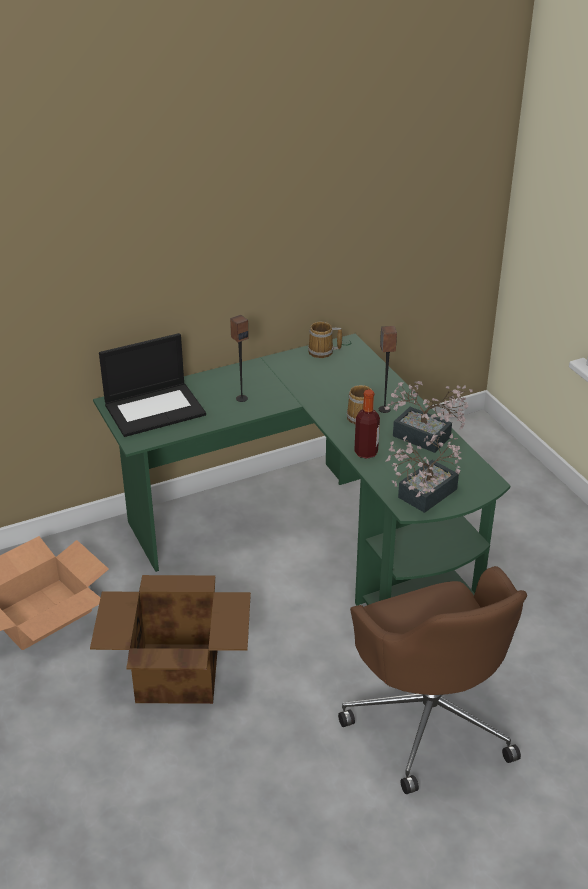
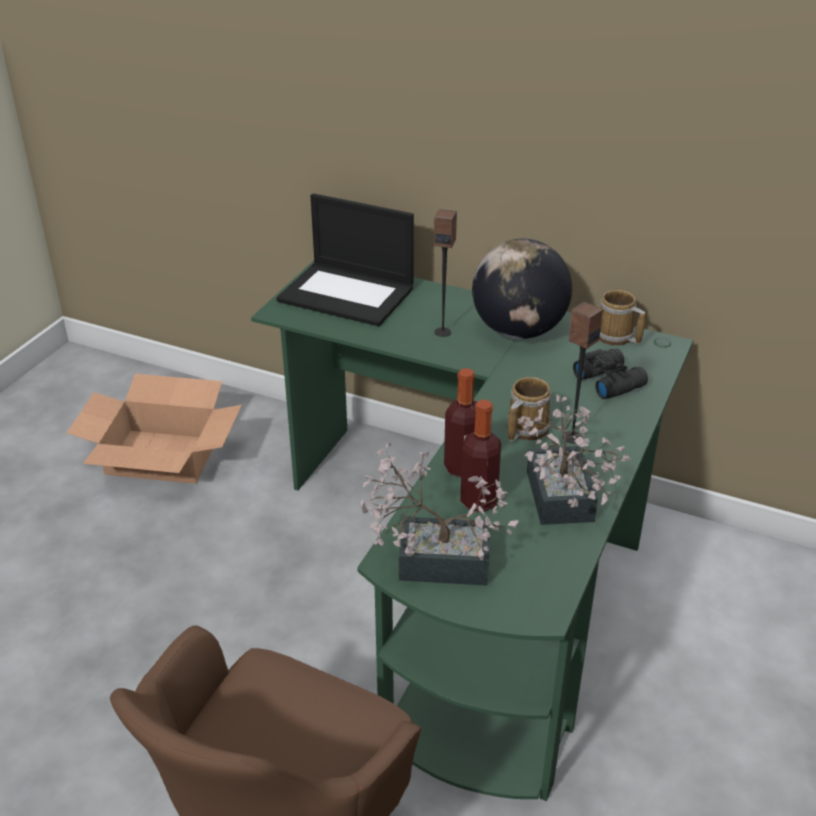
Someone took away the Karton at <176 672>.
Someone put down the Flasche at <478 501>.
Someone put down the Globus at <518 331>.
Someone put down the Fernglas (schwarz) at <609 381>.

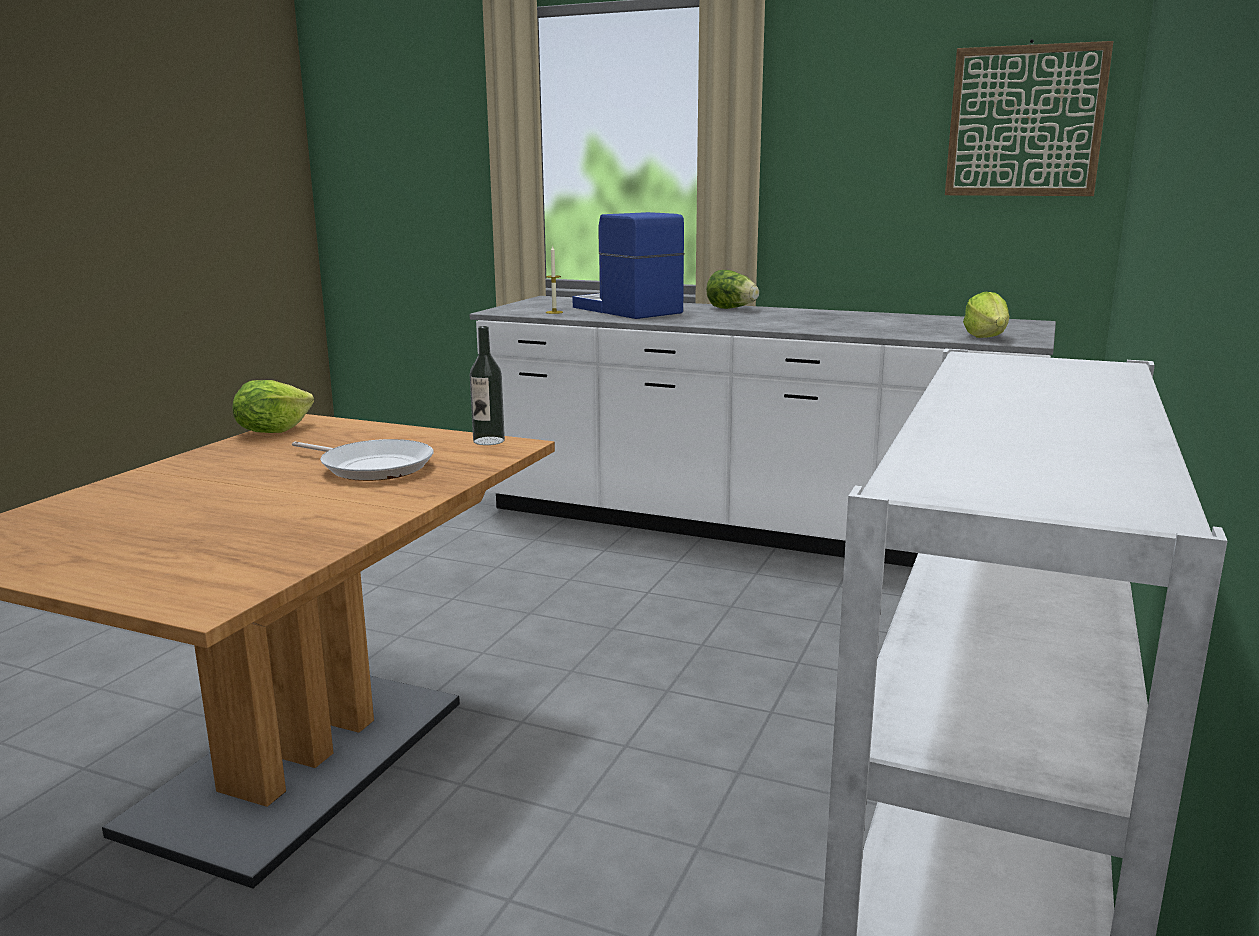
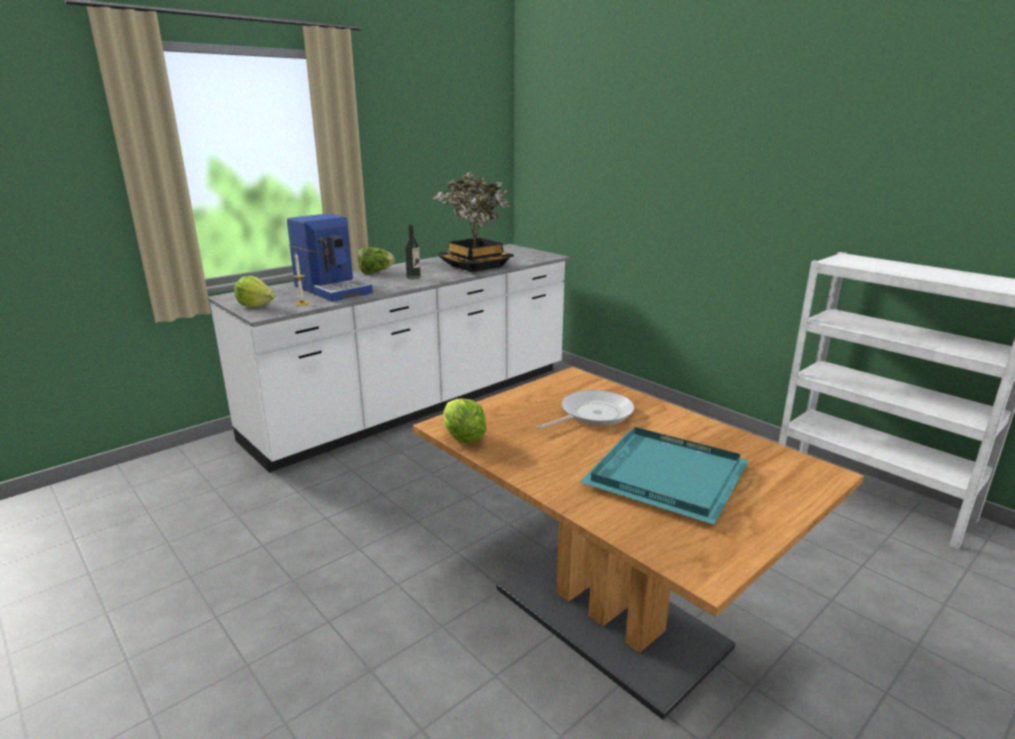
Someone carried the Flasche from <488 441> to <413 277>.
Someone rotated the Kaffeemaschine at <626 310> by 120 degrees counterclockwise.
Someone took away the Bild at <1025 119>.
Someone carried the Salatkopf from <986 337> to <255 305>.
Someone put down the Topfpflanze at <475 266>.
Someone put down the Tablett (türkis) at <669 476>.

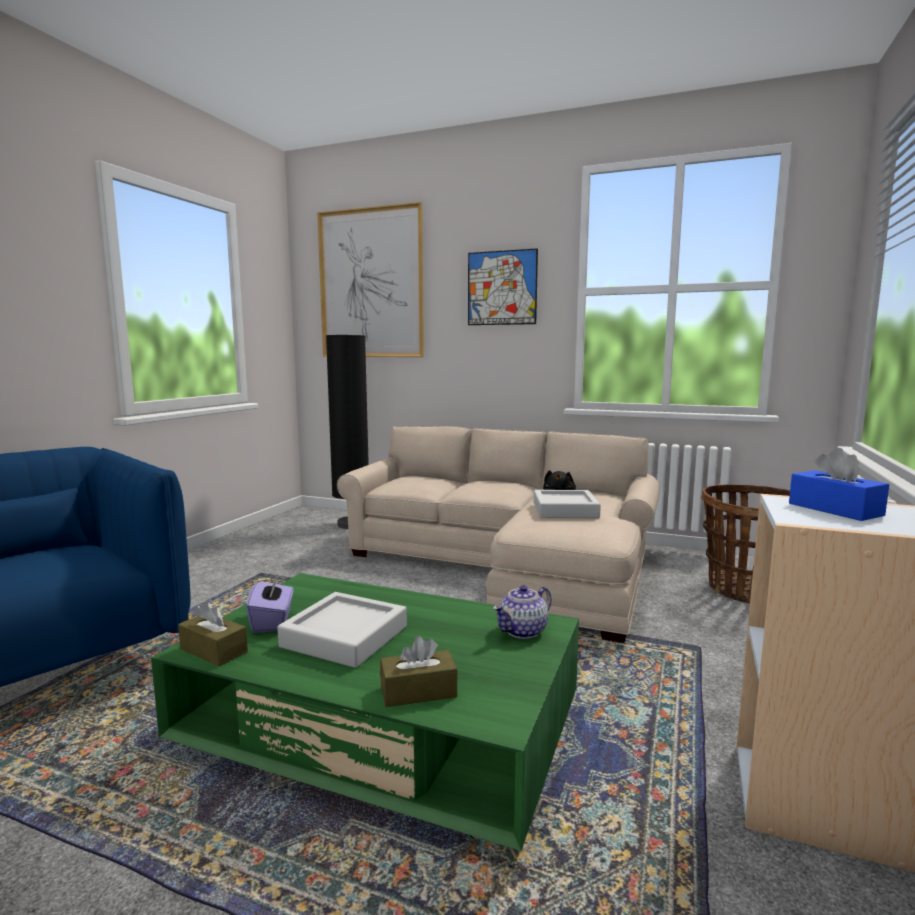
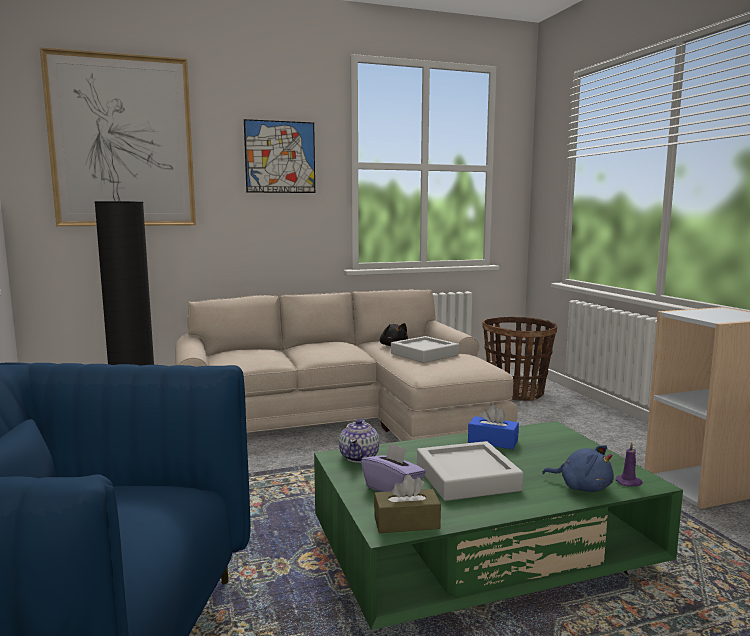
Someone swapped the Taschentuchbox (braun) at <418 691> for the Plüschtier (blau) at <582 487>.
Someone carried the Teekanne from <523 631> to <359 457>.
Someone carried the Taschentuchbox (blau) from <835 509> to <492 441>.
Someone put down the Kerze (lila) at <629 482>.

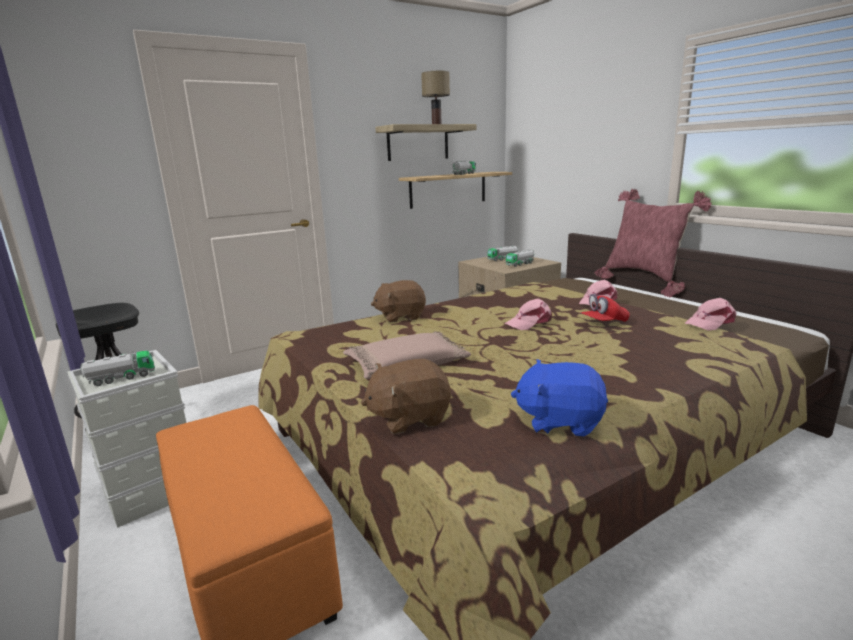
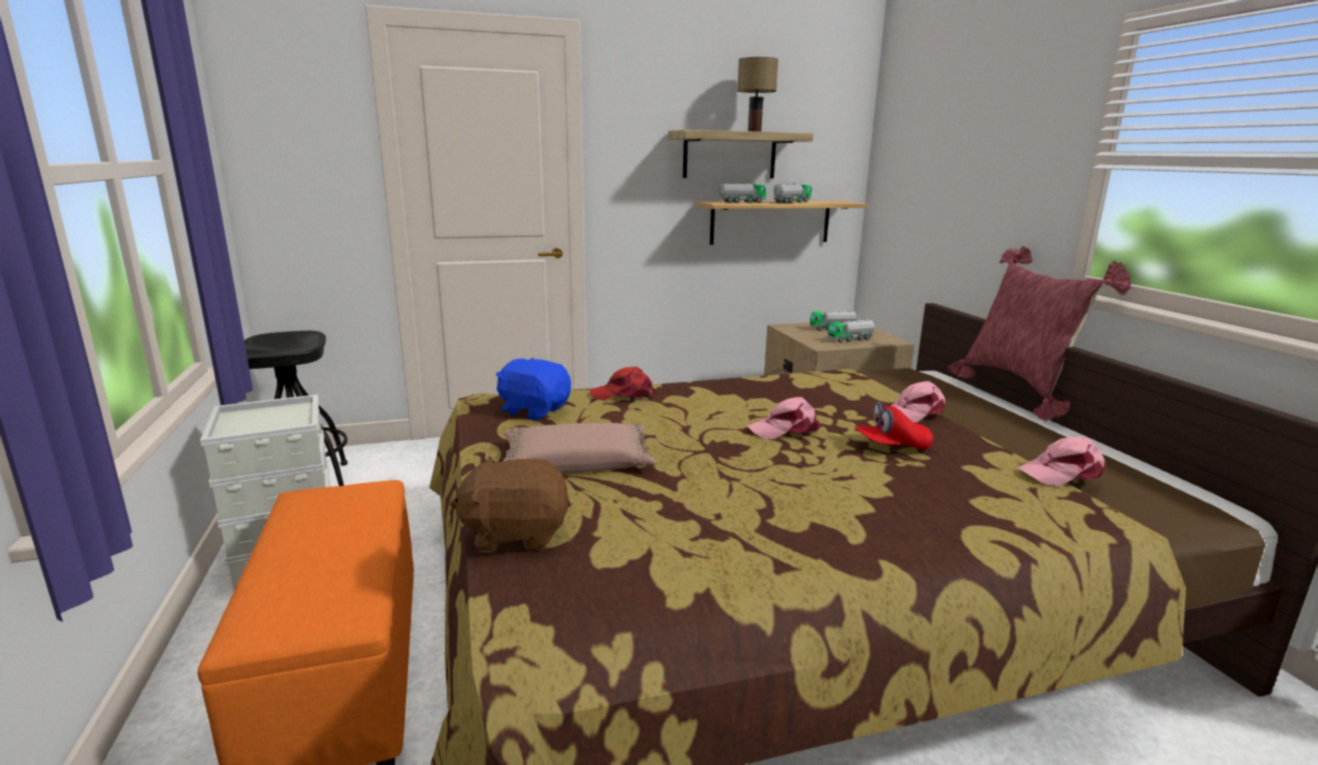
Someone carried the Spielzeuglaster from <121 378> to <742 202>.
Someone swapped the Plüschtier (braun) at <400 316> for the Kappe (rot) at <623 394>.
Someone carried the Plüschtier (blau) from <559 421> to <534 410>.

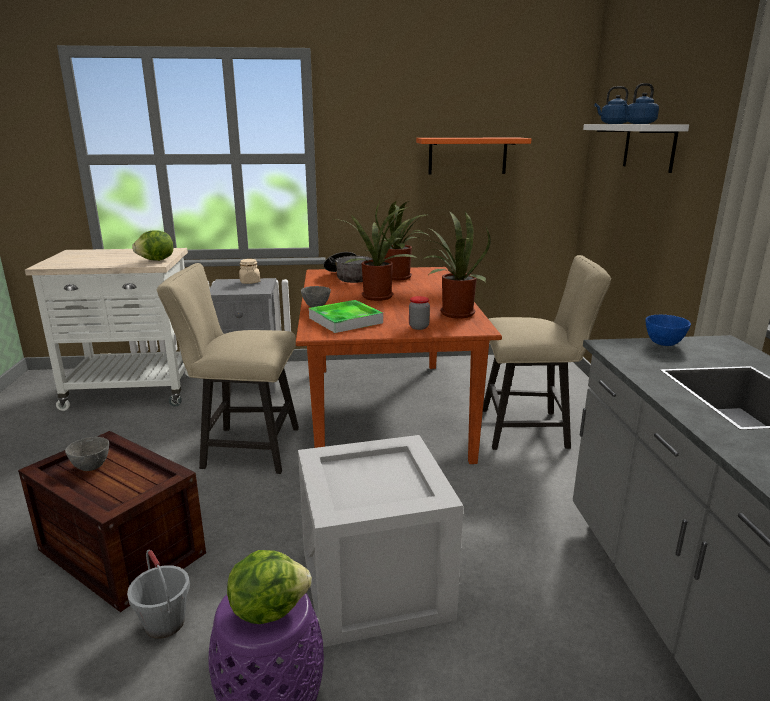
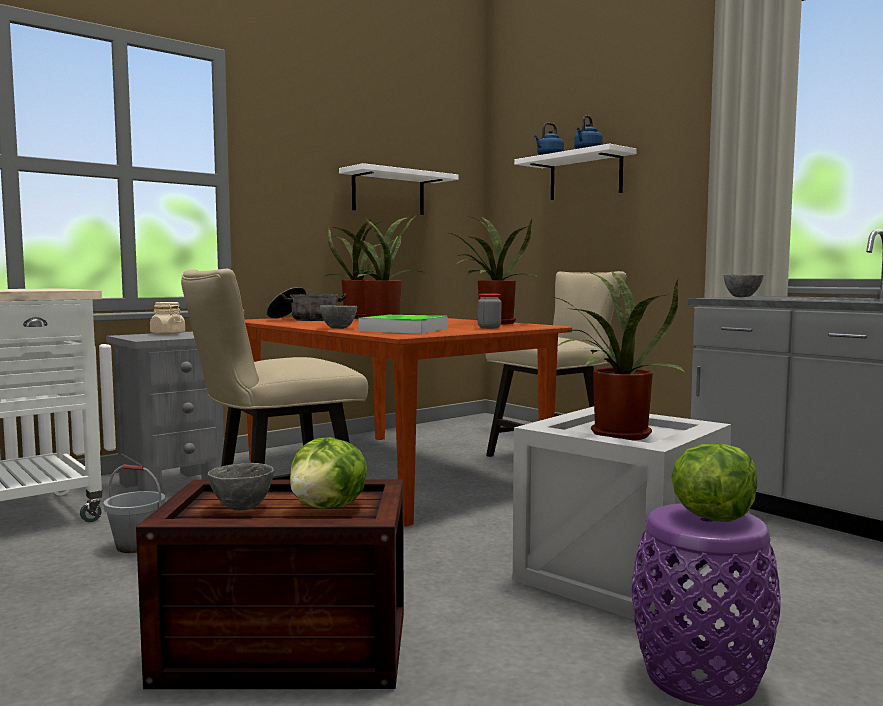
Someone carried the Eimer (grau) from <164 623> to <136 546>.
Someone carried the Salatkopf from <156 260> to <329 508>.
Someone repainted the Wandregal (orange) at <467 156>, which became the Wandregal (weiß) at <388 193>.
Someone repainted the Schüssel (blau) at <664 344>, which became the Schüssel (grau) at <742 297>.
Someone put down the Topfpflanze at <614 435>.

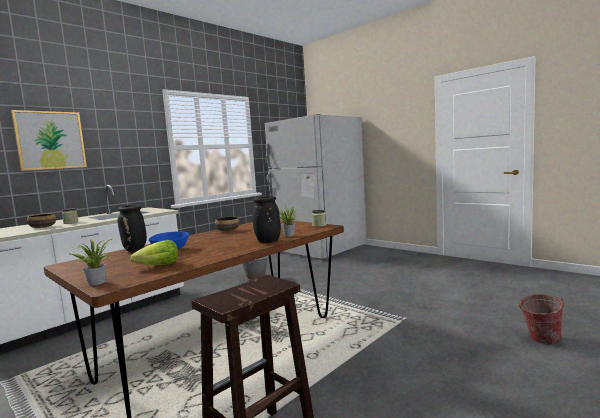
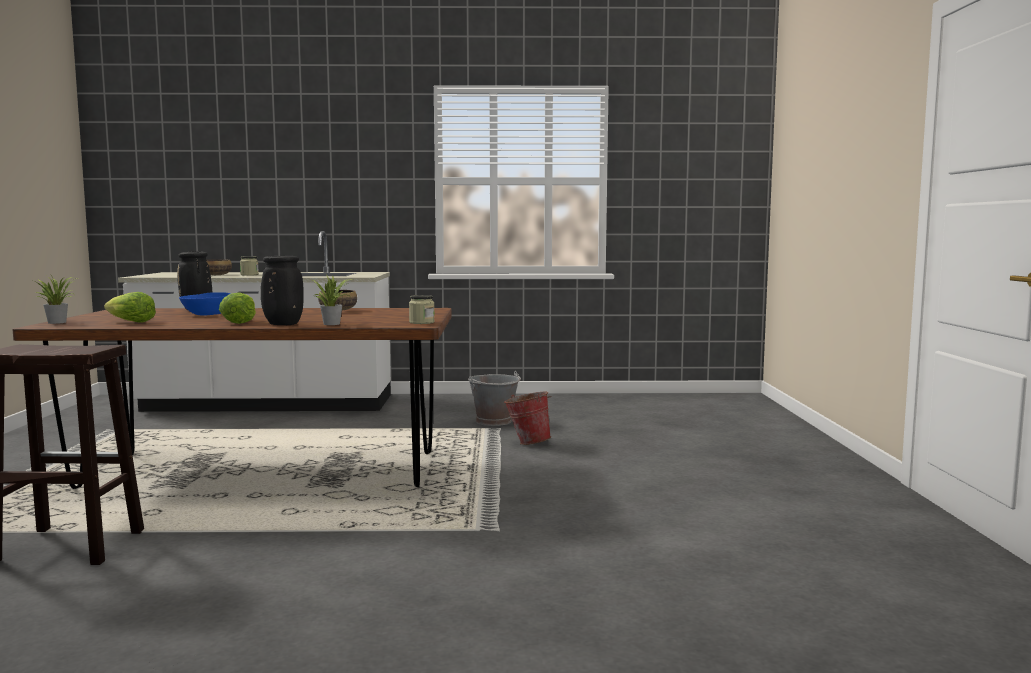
Someone took away the Bild at <50 140>.
Someone took away the Kühlschrank (weiß) at <320 248>.
Someone carried the Eimer from <539 340> to <528 442>.
Someone put down the Salatkopf at <239 322>.

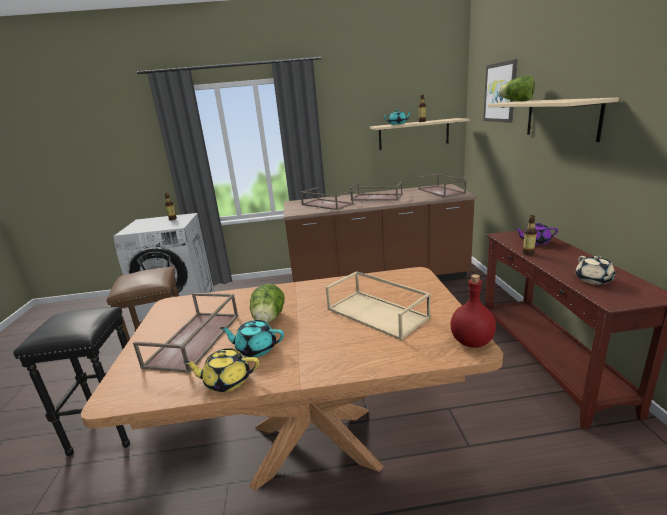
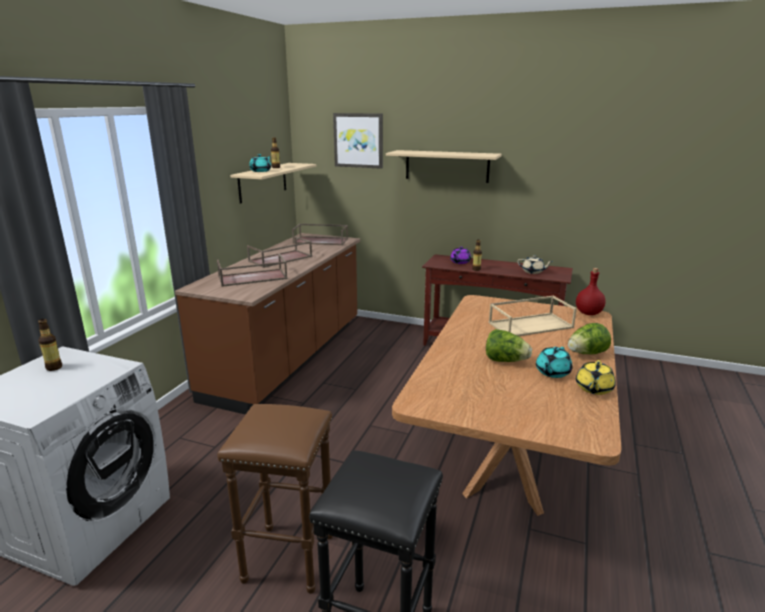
Someone took away the Tablett (braun) at <194 340>.
Someone carried the Salatkopf from <516 101> to <586 354>.

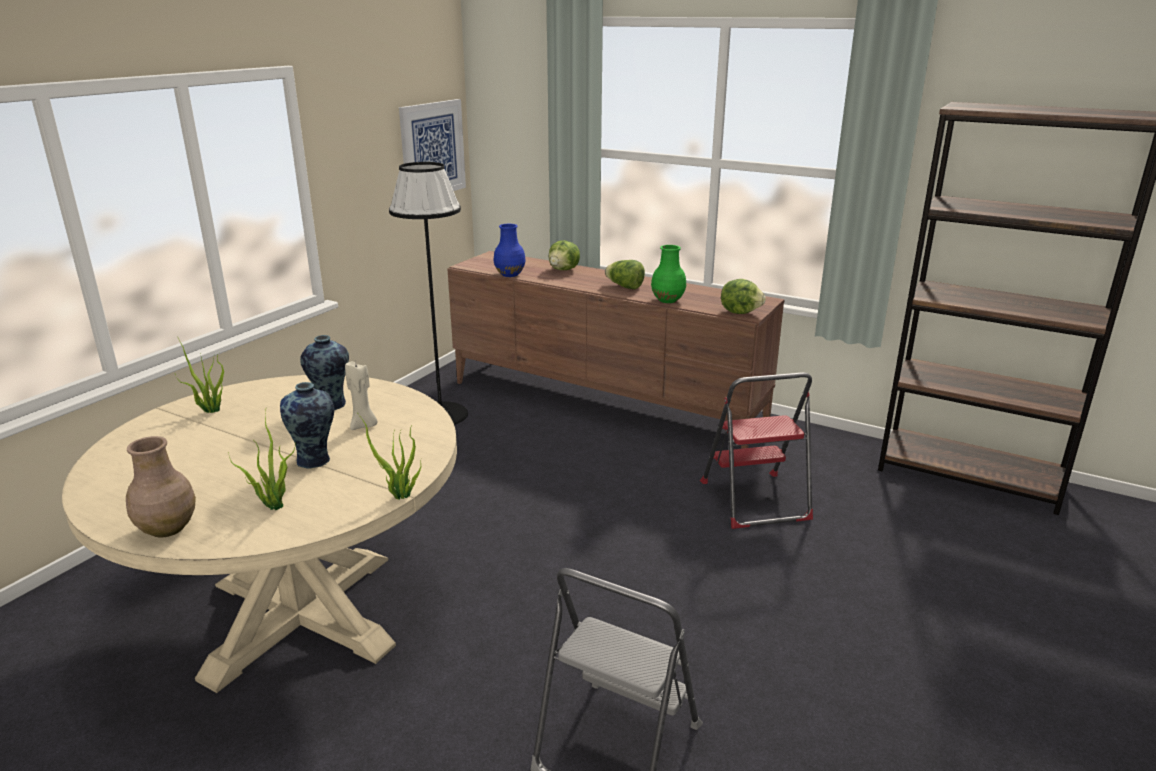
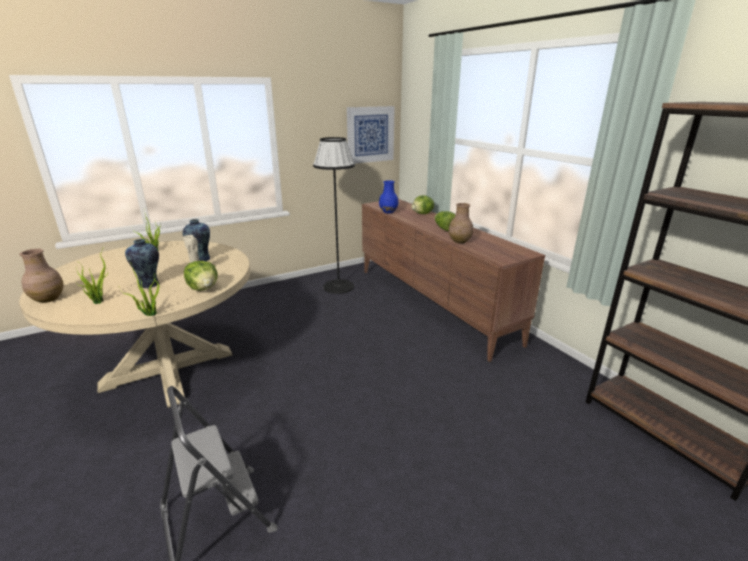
Someone repainted the Vase (grün) at <668 300>, which became the Vase (braun) at <460 241>.
Someone took away the Trittleiter (rot) at <755 502>.
Someone carried the Salatkopf from <740 312> to <204 288>.

